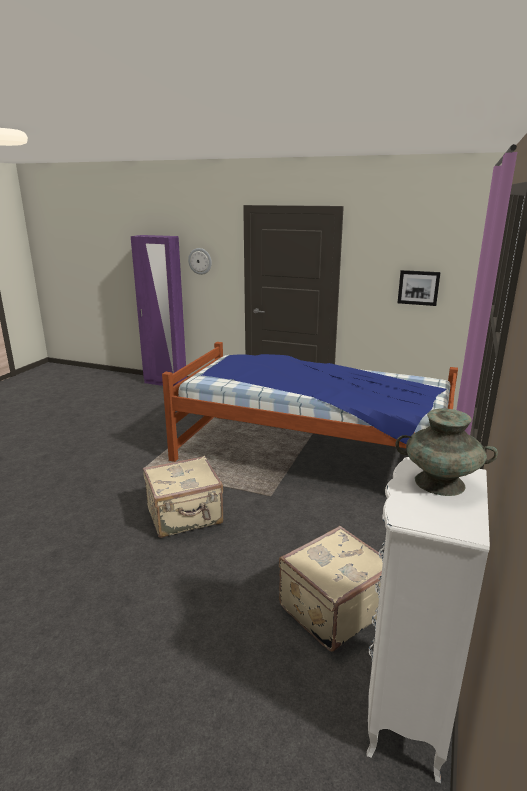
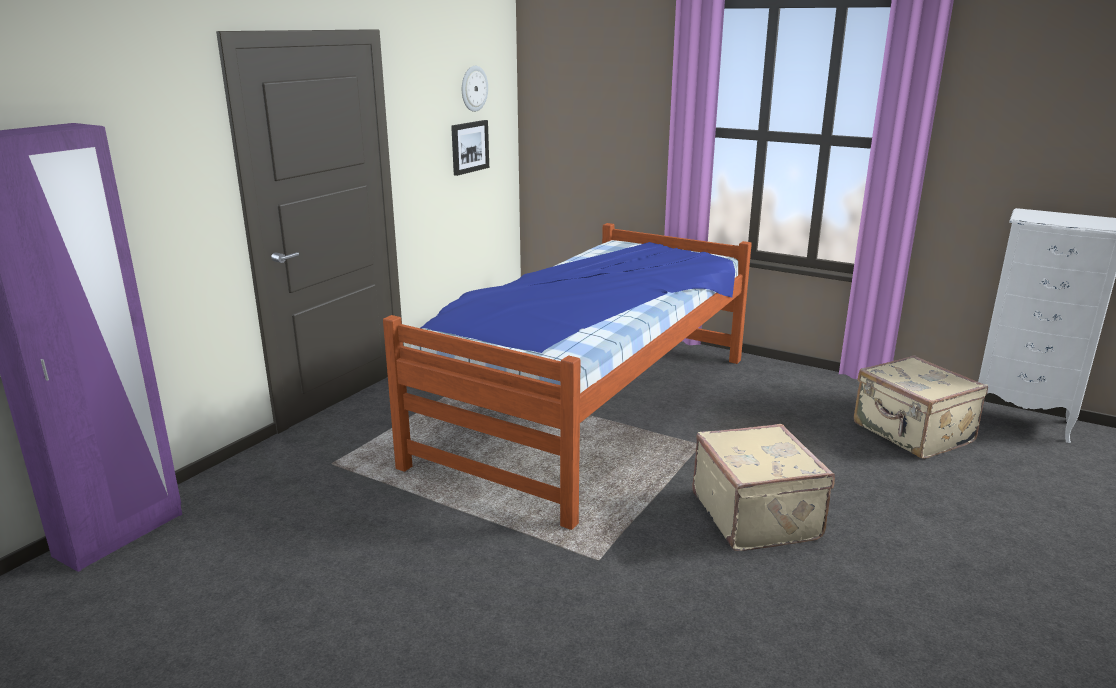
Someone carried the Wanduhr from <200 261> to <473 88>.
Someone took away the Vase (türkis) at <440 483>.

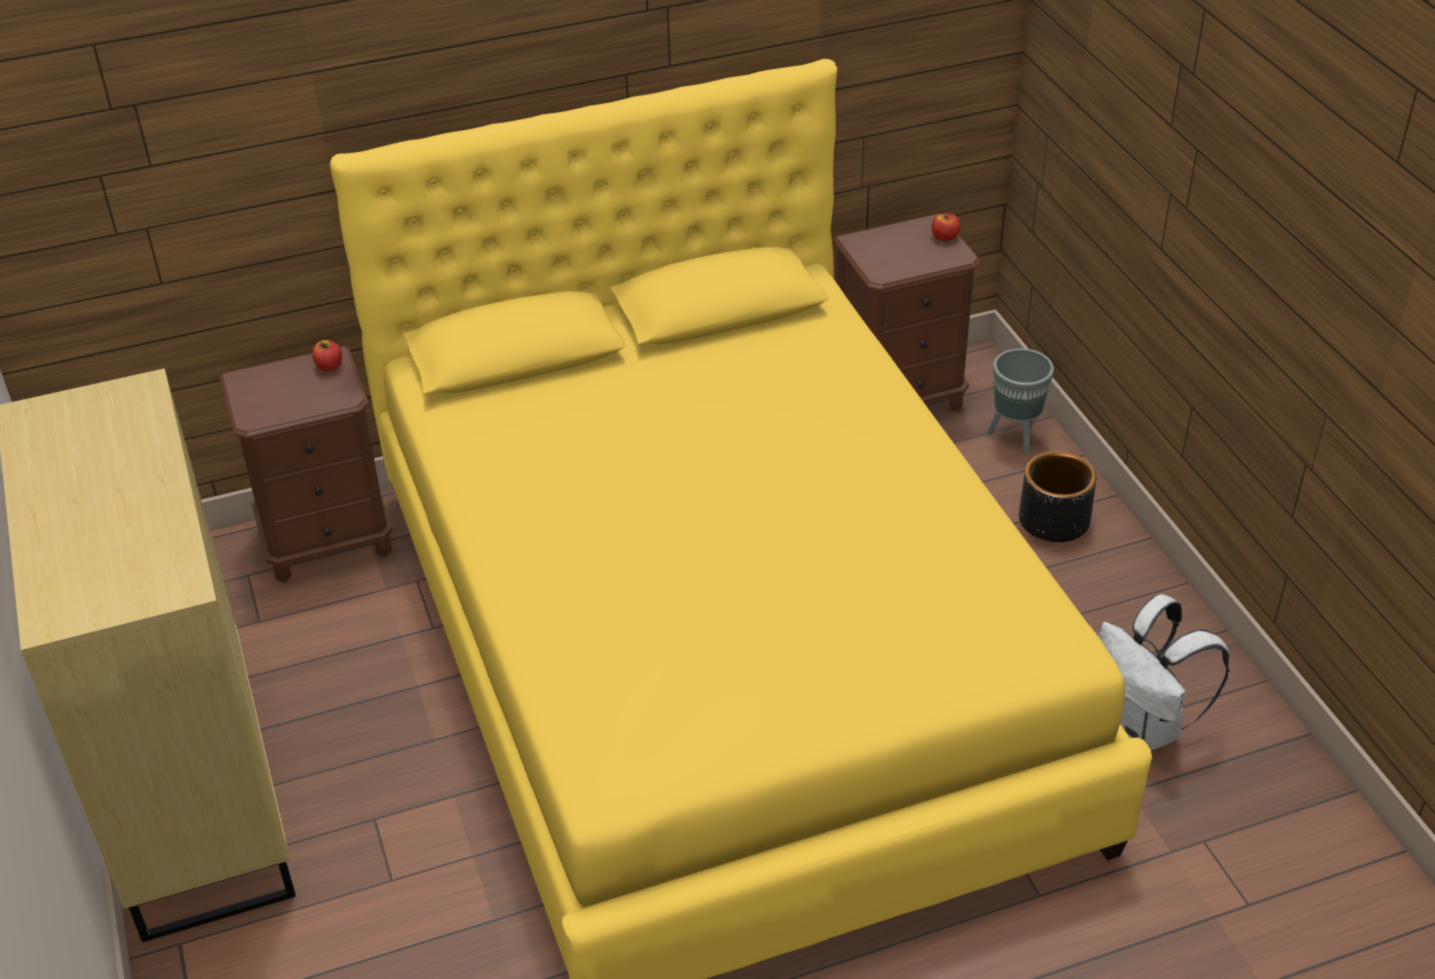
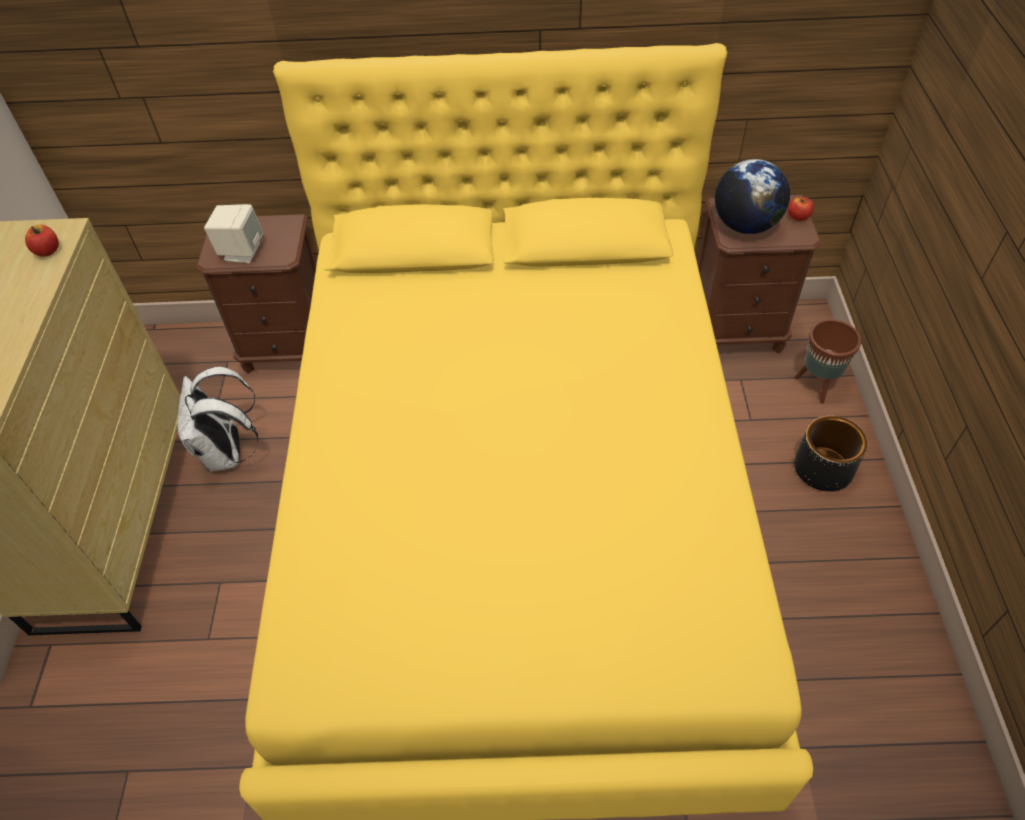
Someone carried the Apfel from <329 366> to <48 251>.
Someone repainted the Pflanzkübel (grau) at <1014 437>, which became the Pflanzkübel (braun) at <816 386>.
Someone carried the Rucksack (weiß) from <1145 726> to <228 453>.
Someone put down the Lautsprecher (beige) at <241 251>.
Someone put down the Globus at <745 225>.

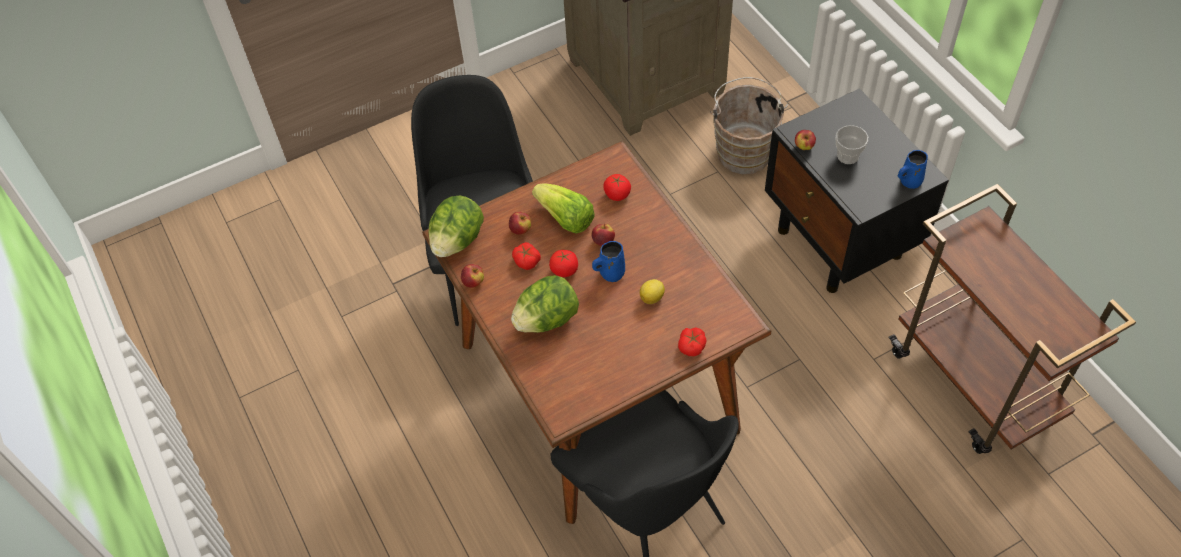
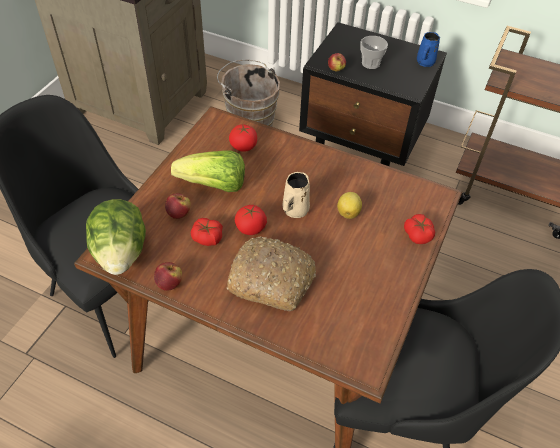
Someone swapped the Salatkopf at <547 319> for the Brot at <272 280>.
Someone took away the Apfel at <603 241>.
Someone repainted the Henkelbecher (blau) at <610 273>, which became the Henkelbecher (beige) at <294 210>.

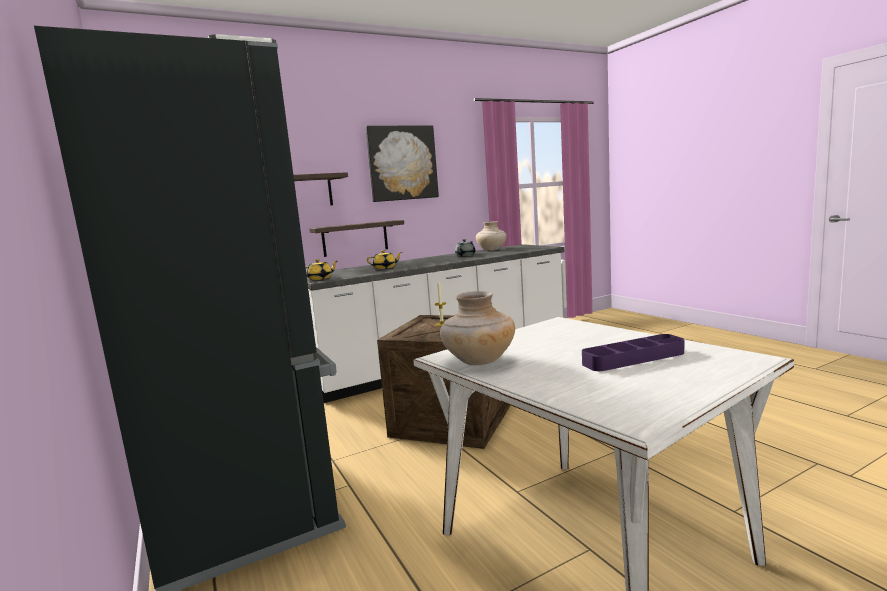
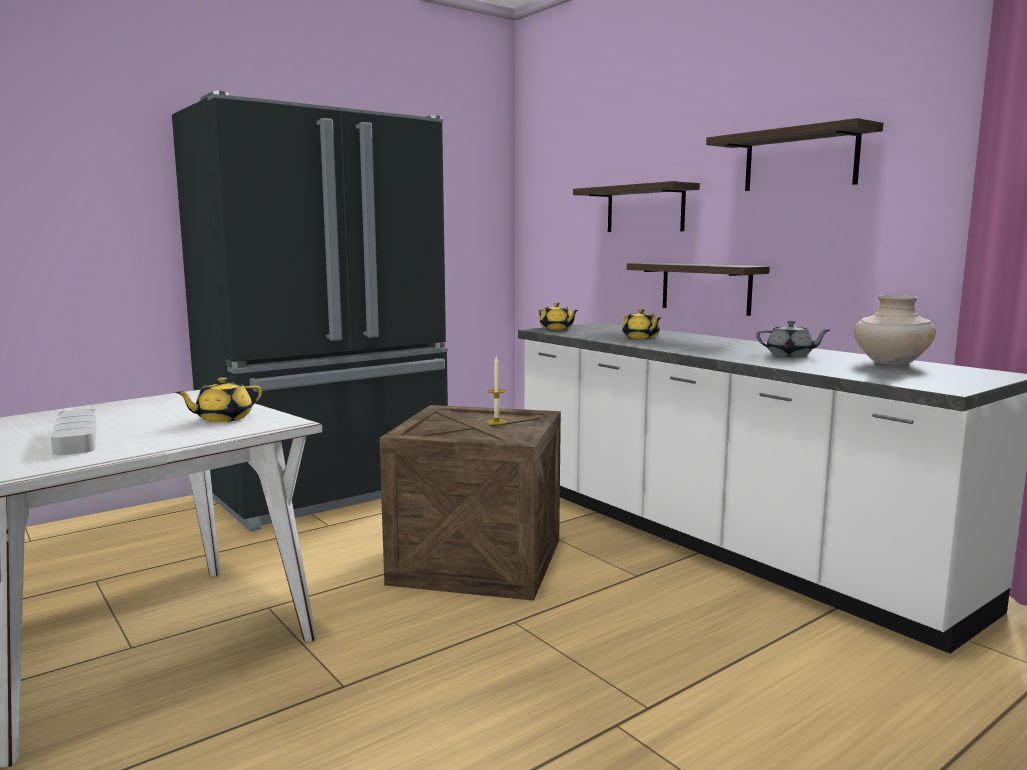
Someone swapped the Bild at <402 163> for the Wandregal at <800 160>.
Someone took away the Vase (beige) at <478 361>.
Someone repainted the Tablett (lila) at <633 358>, which became the Tablett (grau) at <76 438>.
Someone put down the Teekanne (gelb) at <223 418>.

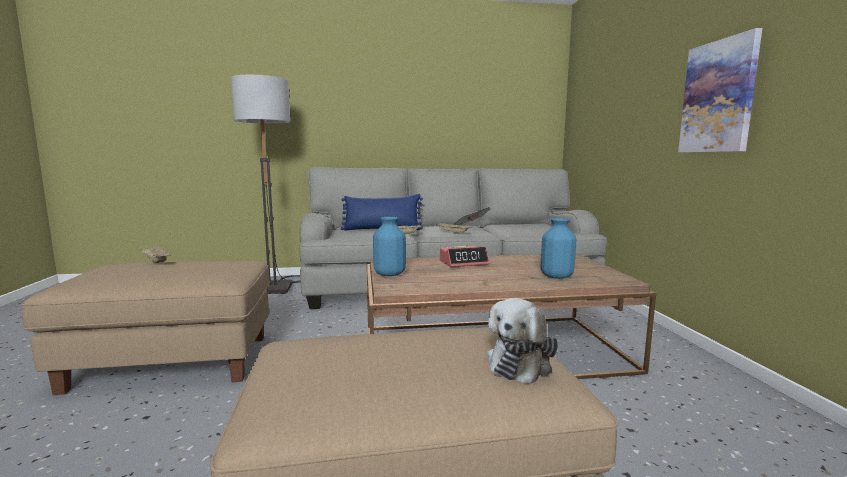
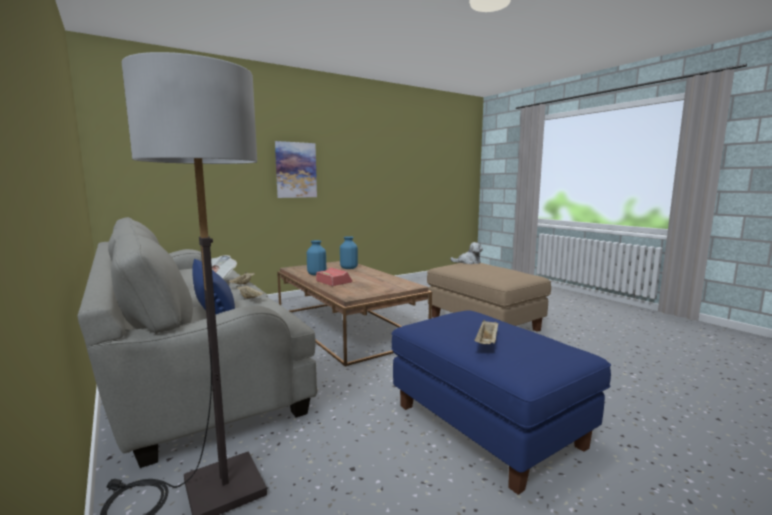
Someone repainted the Polsterhocker (beige) at <174 362>, which became the Polsterhocker (blau) at <485 425>.
Someone carried the Vase (blau) from <390 274> to <316 274>.

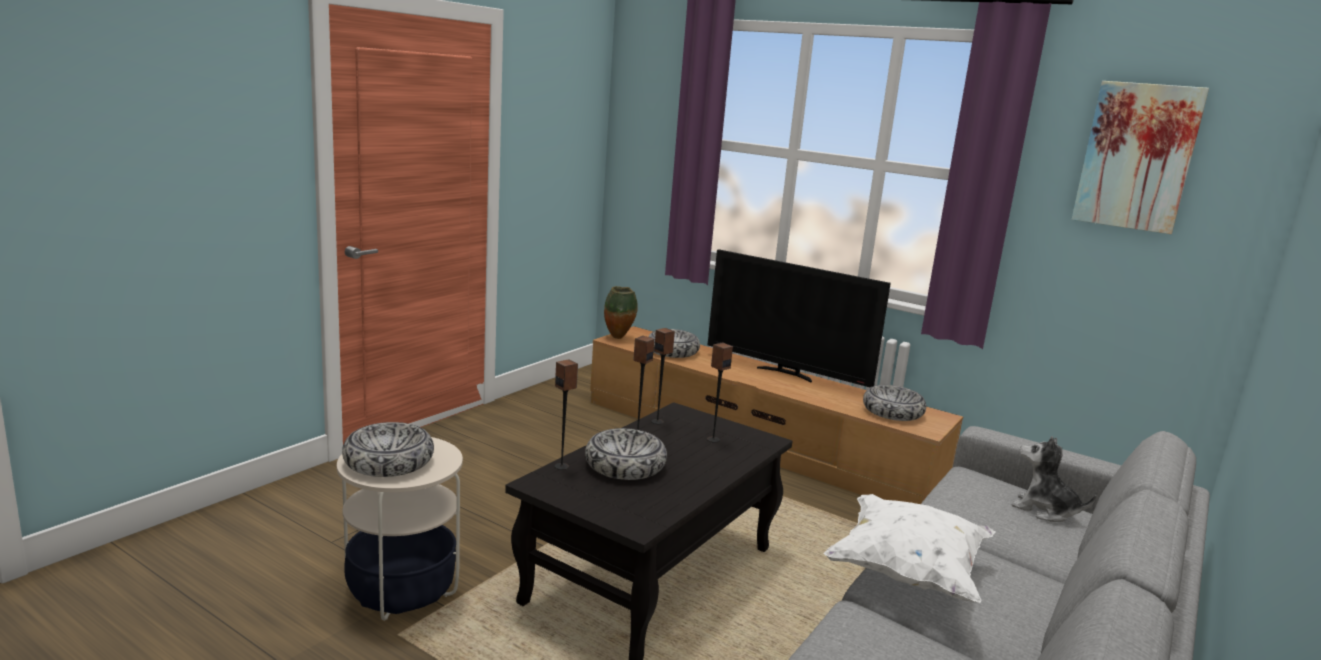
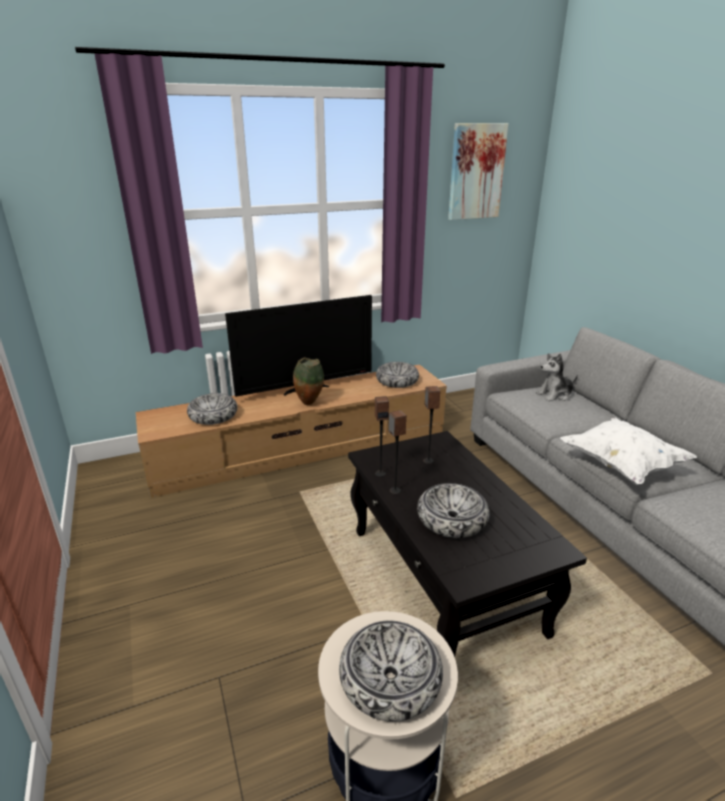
Someone took away the Lautsprecher at <562 466>.
Someone carried the Vase from <619 338> to <309 403>.

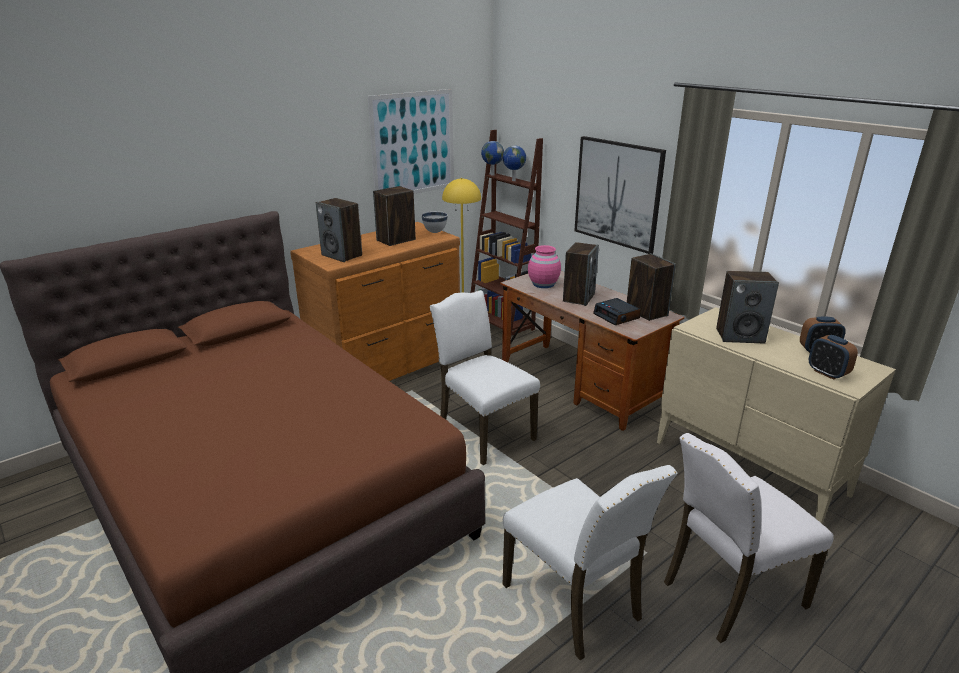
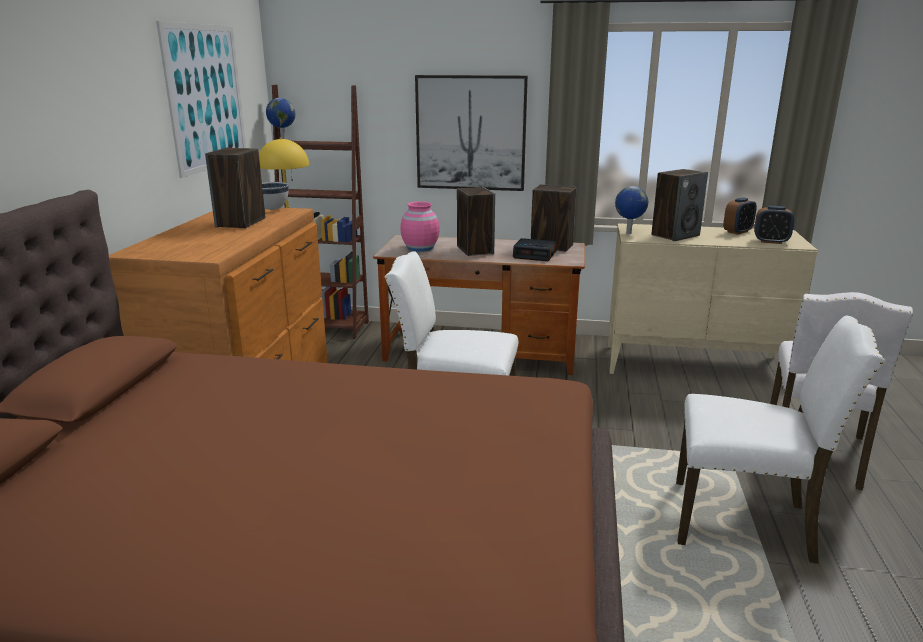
Someone took away the Lautsprecher at <342 255>.
Someone carried the Globus from <513 180> to <628 233>.

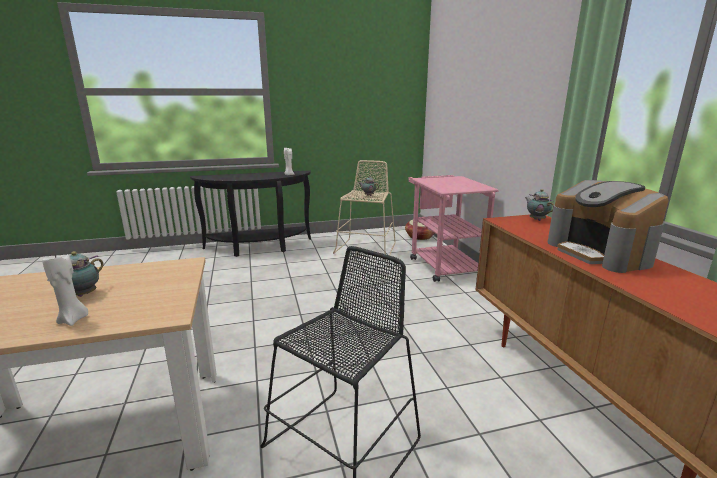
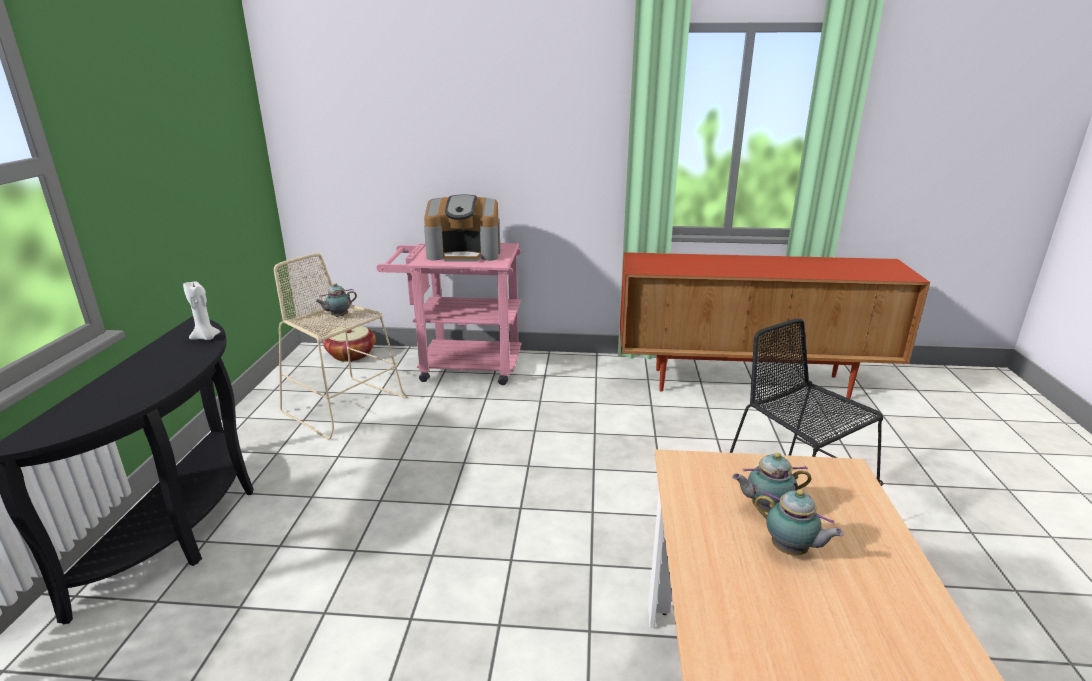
Someone took away the Kerze (weiß) at <73 320>.
Someone carried the Teekanne from <536 219> to <765 508>.
Someone carried the Kaffeemaschine from <600 253> to <465 253>.

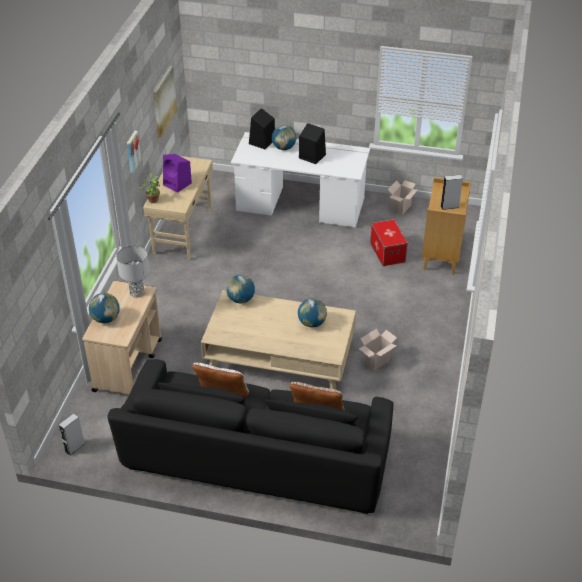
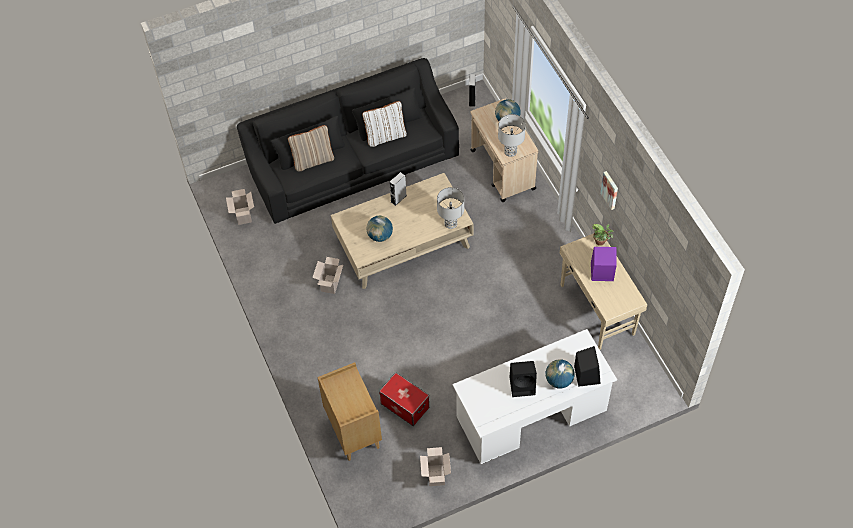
Someone took away the Bild at <163 101>.
Someone swapped the Globus at <241 299> for the Tischlampe (weiß) at <451 223>.
Someone carried the Lautsprecher (grau) from <449 206> to <398 199>.
Someone put down the Karton at <243 215>.

